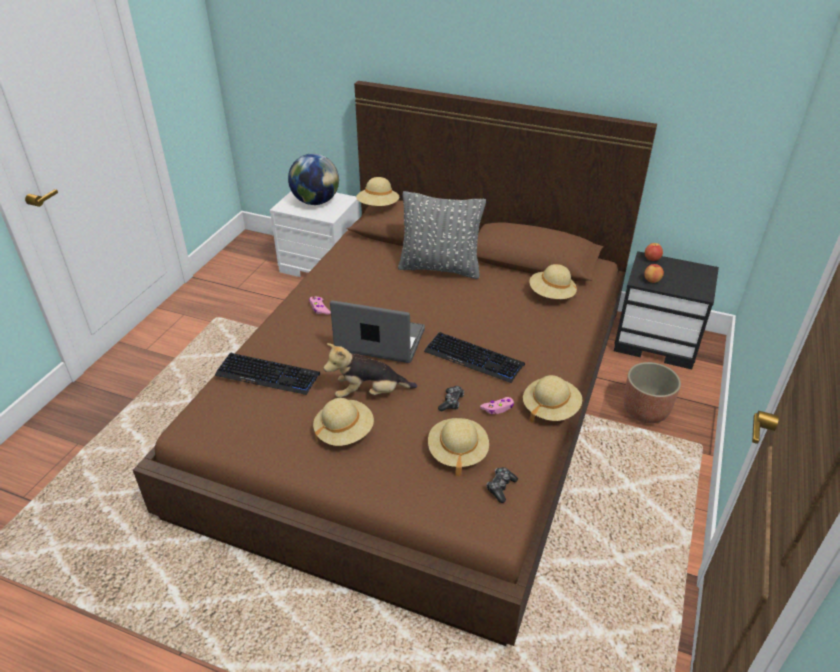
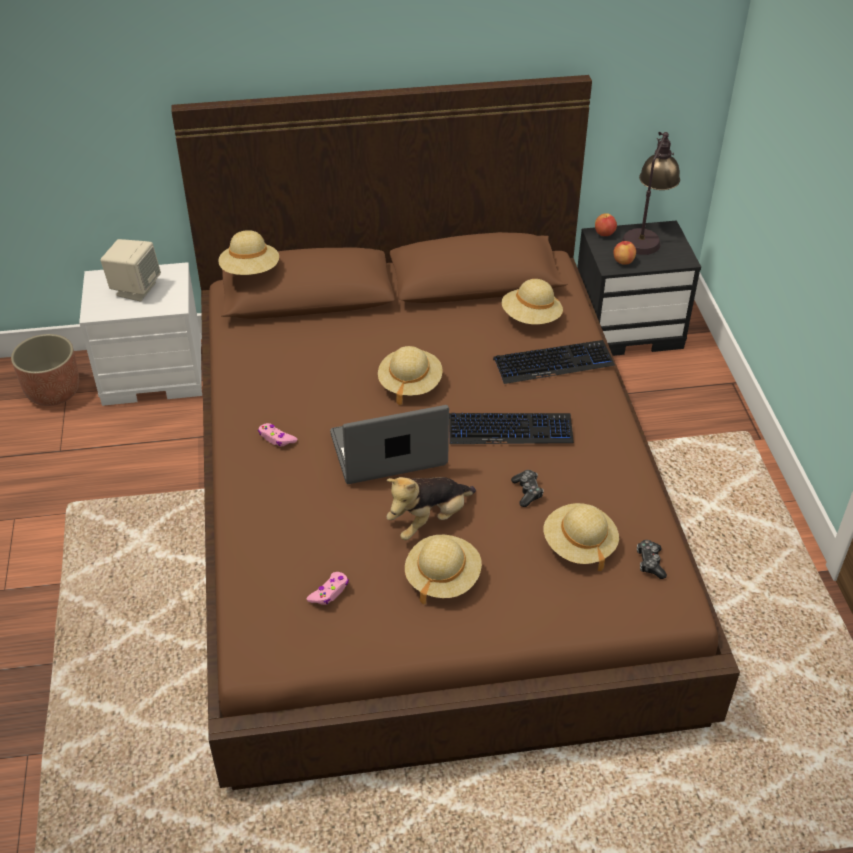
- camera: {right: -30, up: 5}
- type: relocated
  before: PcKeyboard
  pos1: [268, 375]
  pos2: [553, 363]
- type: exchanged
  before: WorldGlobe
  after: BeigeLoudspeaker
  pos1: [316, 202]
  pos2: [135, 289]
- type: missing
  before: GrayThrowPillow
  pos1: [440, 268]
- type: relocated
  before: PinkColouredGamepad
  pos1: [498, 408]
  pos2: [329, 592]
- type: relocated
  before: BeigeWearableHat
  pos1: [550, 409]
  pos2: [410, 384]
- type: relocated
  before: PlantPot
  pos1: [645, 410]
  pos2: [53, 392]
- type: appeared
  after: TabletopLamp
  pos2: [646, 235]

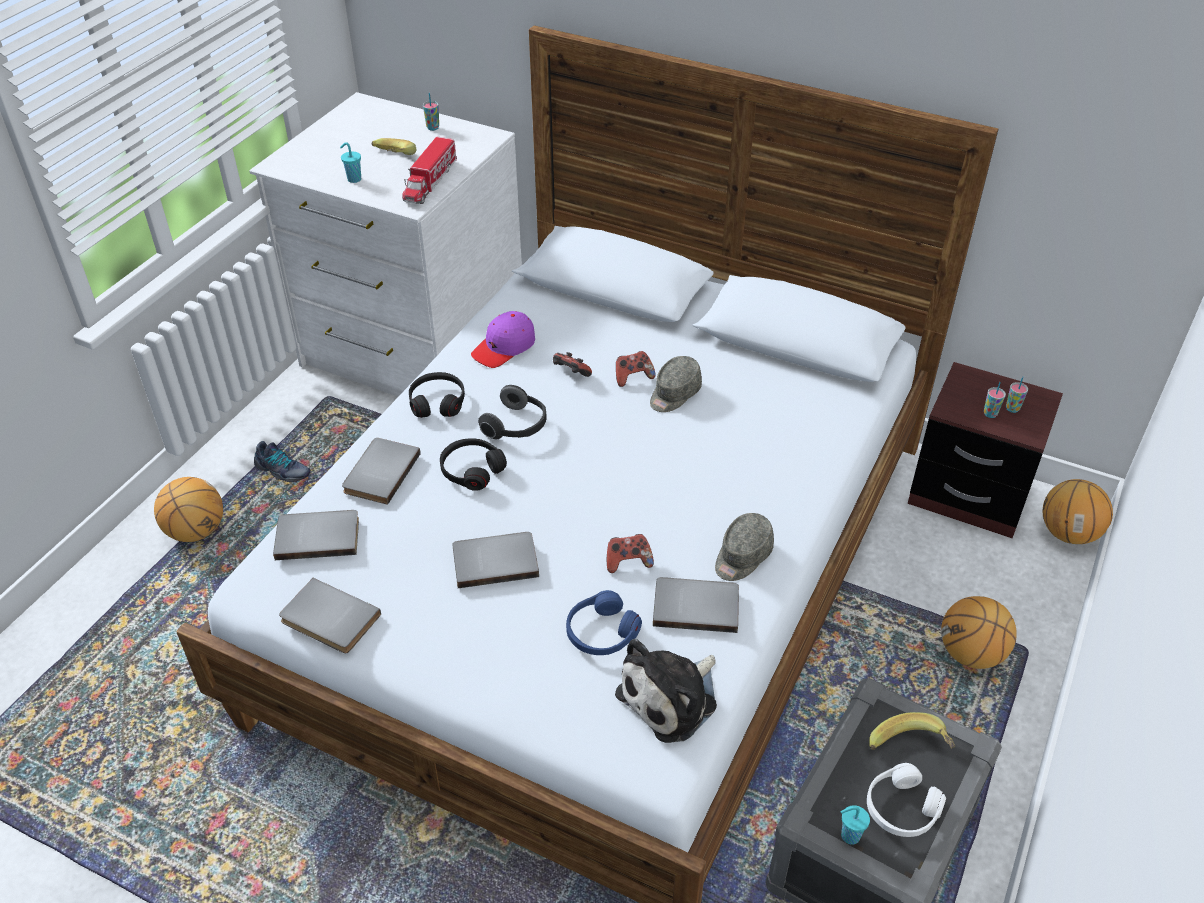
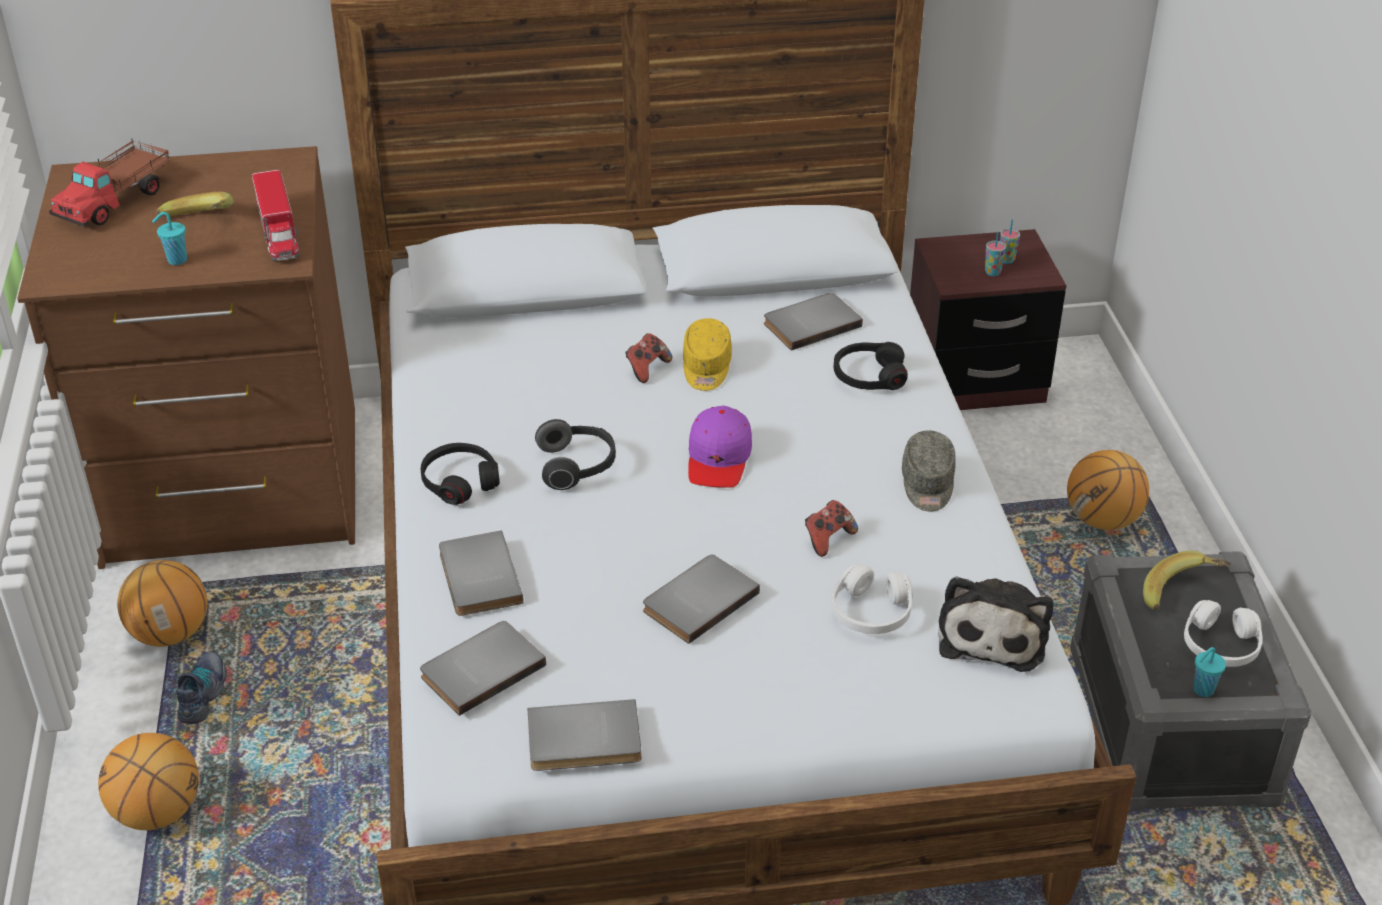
- camera: {right: -35, up: -5}
- type: colour
  before: WhiteDresser
  after: BrownDresser
  pos1: [412, 348]
  pos2: [233, 488]
- type: spun
  before: Shoe
  pos1: [282, 471]
  pos2: [203, 694]
  turn: -75
- type: missing
  before: Cup
  pos1: [433, 128]
- type: relocated
  before: BlackHeadset
  pos1: [471, 470]
  pos2: [869, 376]
- type: relocated
  before: PurplishBaseballCap
  pos1: [504, 347]
  pos2: [719, 458]
- type: missing
  before: Gamepad
  pos1: [570, 374]
- type: colour
  before: BlueColouredHeadset
  after: WhiteHeadset
  pos1: [601, 632]
  pos2: [871, 612]
- type: colour
  before: GrayBaseballCap
  after: YellowishBaseballCap
  pos1: [674, 394]
  pos2: [706, 368]
- type: relocated
  before: GrayBoundBook
  pos1: [696, 605]
  pos2: [810, 323]
- type: relocated
  before: BallForBasketball
  pos1: [1068, 533]
  pos2: [170, 633]
- type: appeared
  after: ModelTruck
  pos2: [116, 200]

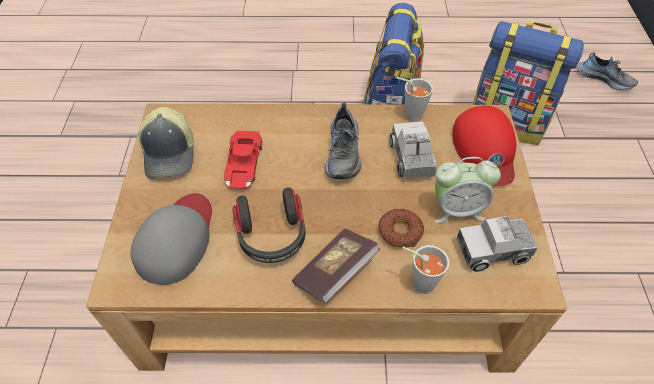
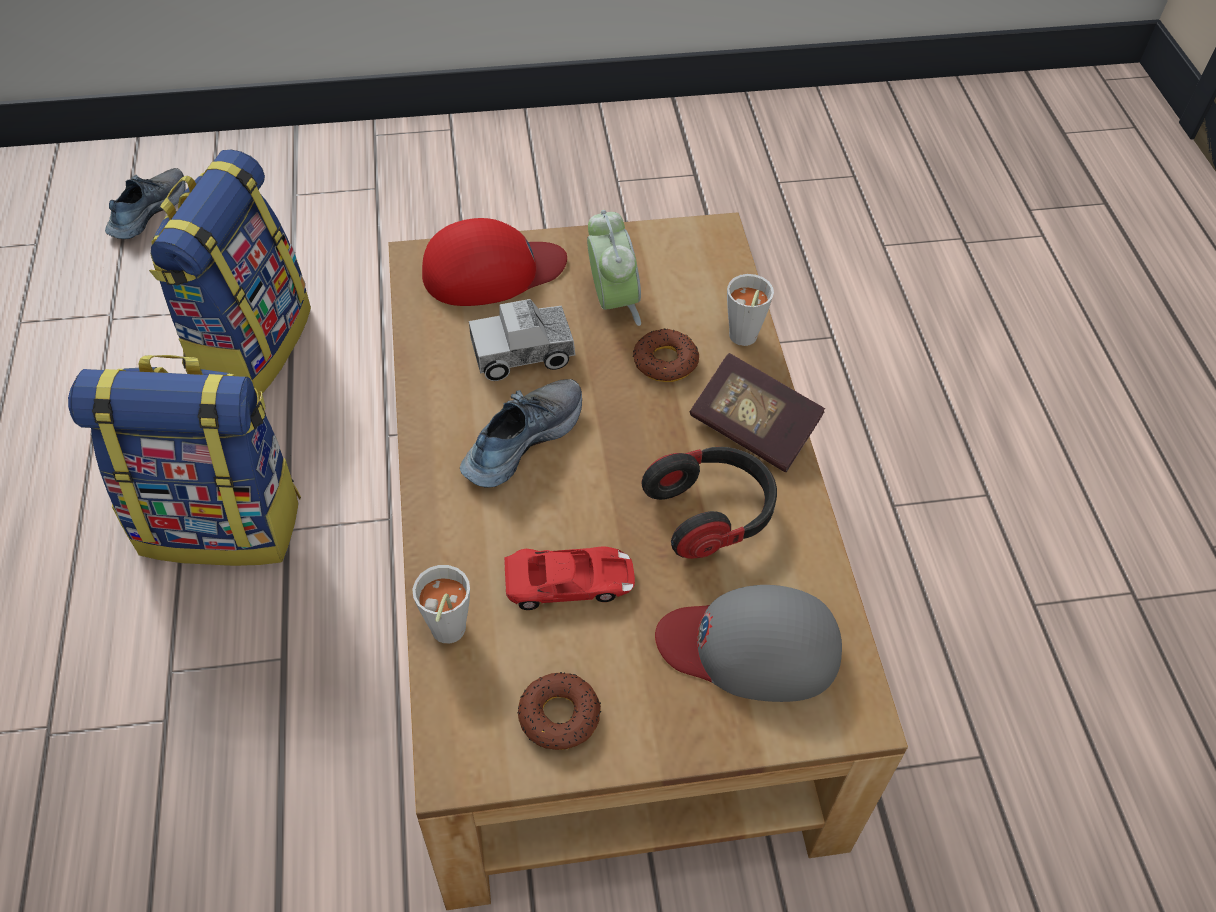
- camera: {right: -100, up: 0}
- type: exchanged
  before: BaseballCap
  after: Donut
  pos1: [170, 153]
  pos2: [559, 715]
- type: spun
  before: Shoe
  pos1: [344, 152]
  pos2: [521, 439]
  turn: -45
- type: relocated
  before: GrayCup
  pos1: [409, 115]
  pos2: [446, 635]
- type: missing
  before: ModelTruck
  pos1: [492, 250]

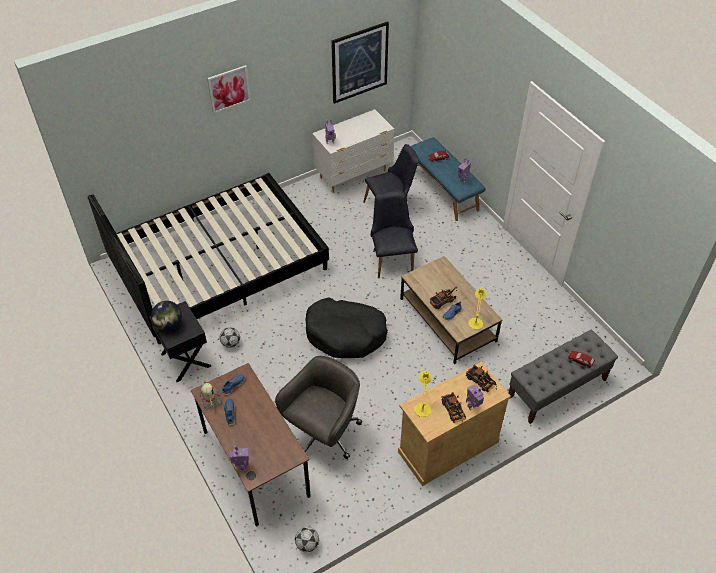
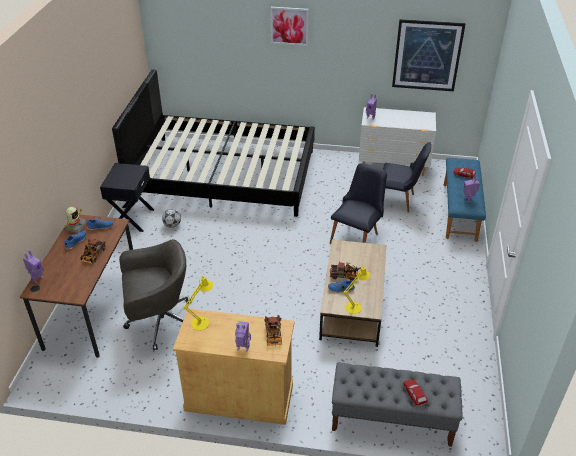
- camera: {right: 40, up: -10}
- type: missing
  before: WorldGlobe
  pos1: [169, 325]
- type: missing
  before: BallForFootball
  pos1: [307, 544]
- type: missing
  before: BlackPetBed
  pos1: [345, 334]
- type: relocated
  before: ModelTruck
  pos1: [453, 412]
  pos2: [93, 256]

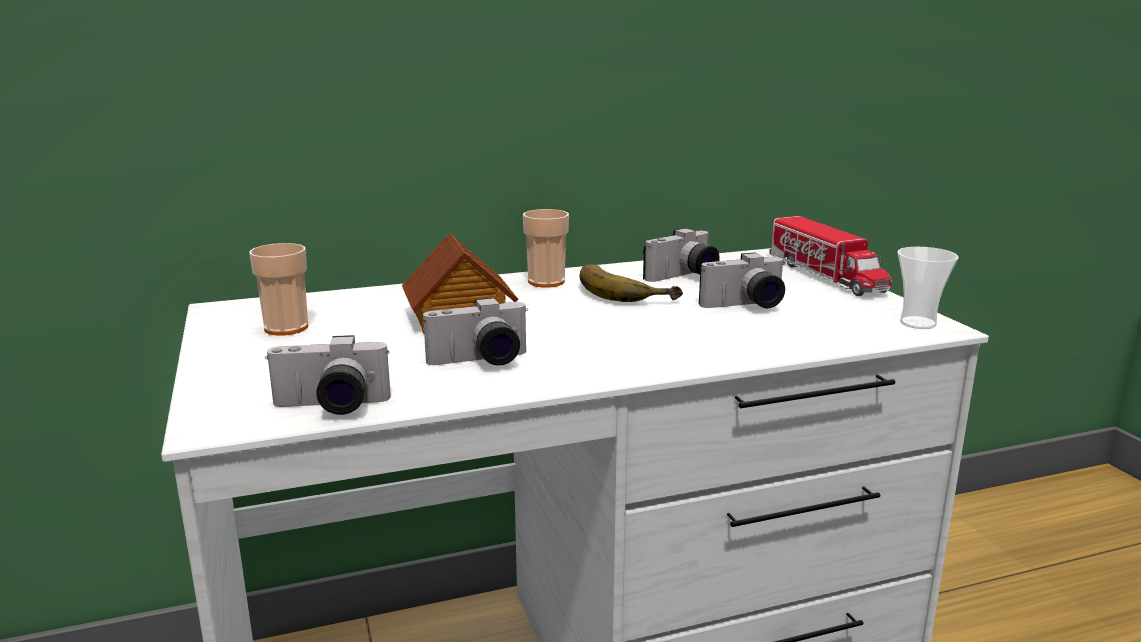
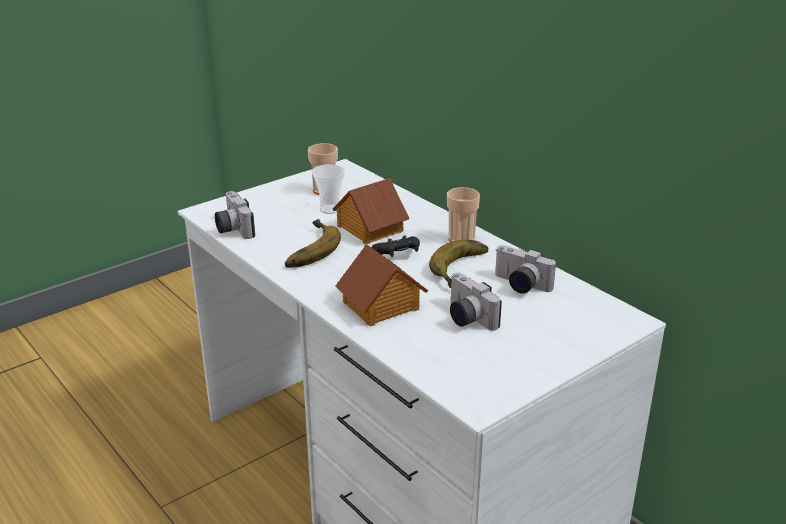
- camera: {right: 70, up: 10}
- type: exchanged
  before: PhotoCamera
  after: Banana
  pos1: [480, 361]
  pos2: [306, 249]
- type: missing
  before: ModelTruck
  pos1: [826, 275]
- type: relocated
  before: Cup
  pos1: [918, 323]
  pos2: [329, 209]
- type: appeared
  after: ToyHouse
  pos2: [381, 305]
- type: appeared
  after: BlackGamepad
  pos2: [397, 255]

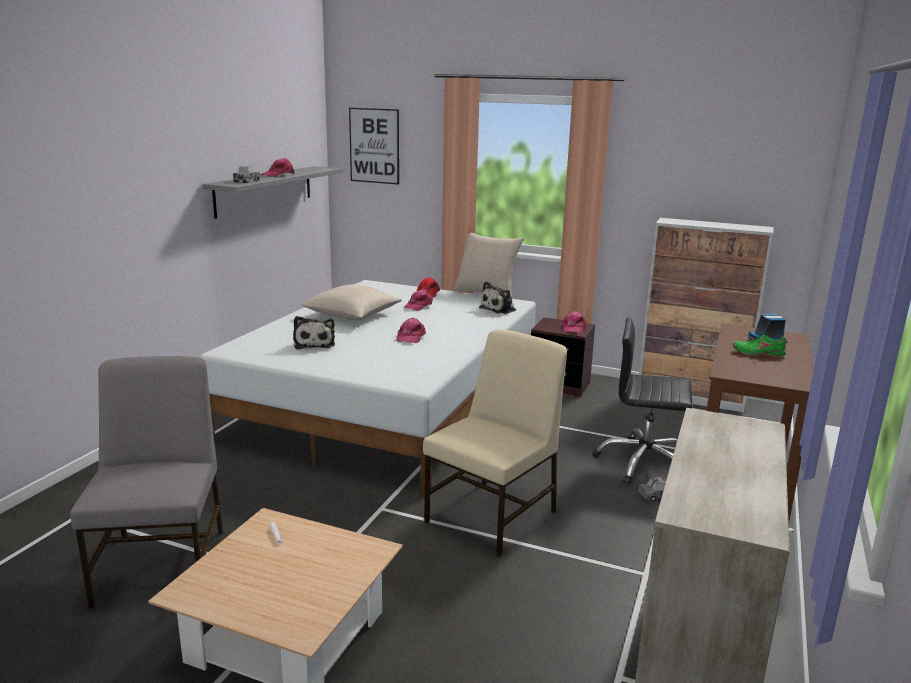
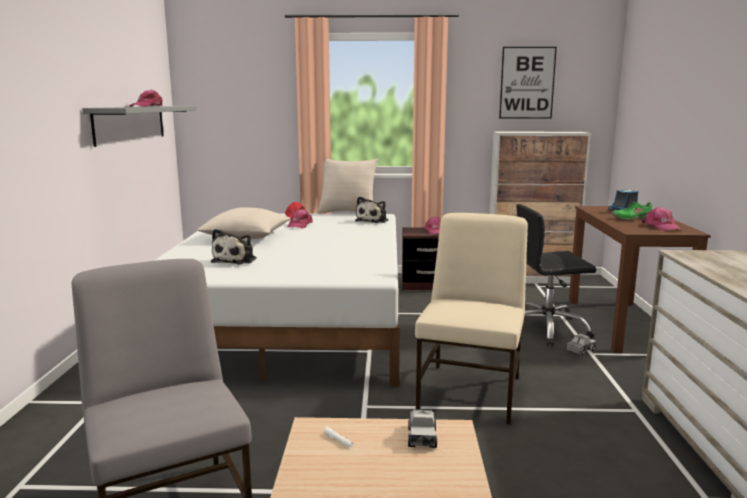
- camera: {right: -20, up: -5}
- type: relocated
  before: ModelTruck
  pos1: [247, 181]
  pos2: [422, 437]
- type: spun
  before: SoftToy
  pos1: [314, 344]
  pos2: [236, 260]
  turn: 45
- type: relocated
  before: WallArt
  pos1: [374, 146]
  pos2: [527, 83]
- type: relocated
  before: PinkColouredBaseballCap
  pos1: [410, 337]
  pos2: [661, 226]

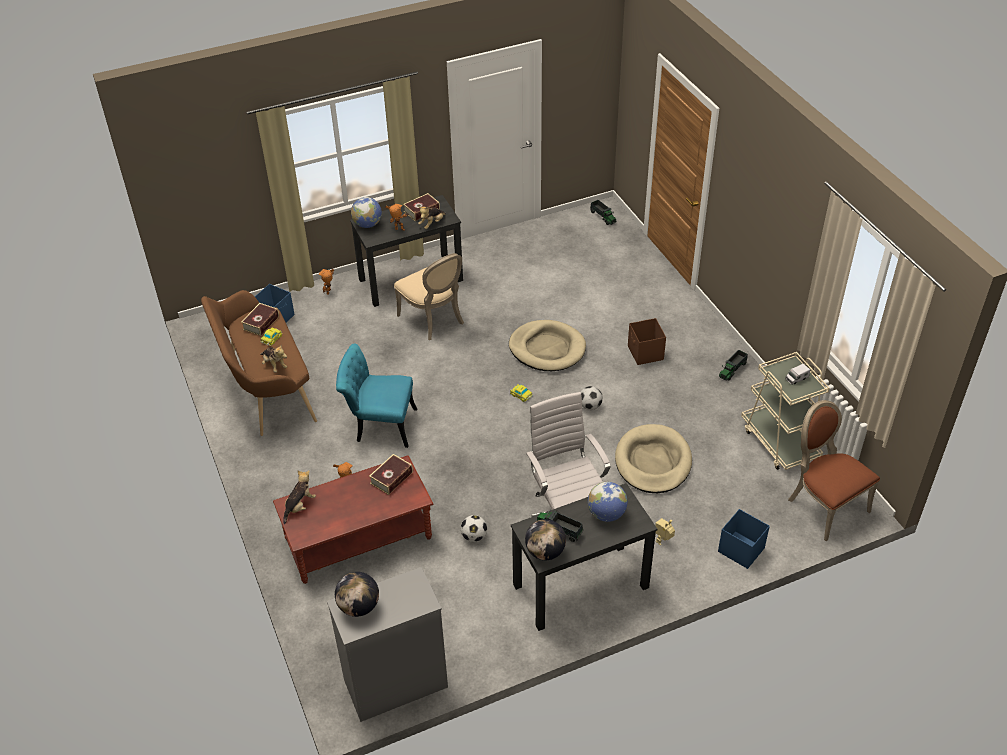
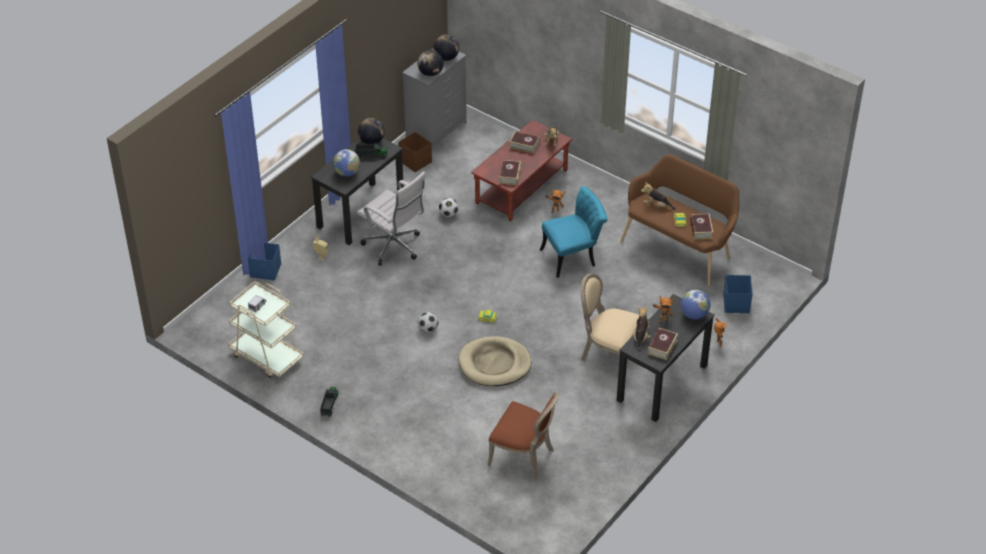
- camera: {right: 150, up: 0}
- type: missing
  before: ModelTruck
  pos1: [603, 217]
- type: missing
  before: BeigePetBed
  pos1: [653, 462]
- type: relocated
  before: BrownStorageContainer
  pos1: [645, 353]
  pos2: [415, 161]
- type: relocated
  before: BrownChair
  pos1: [824, 505]
  pos2: [524, 456]
- type: appeared
  after: WorldGlobe
  pos2: [430, 73]
- type: appeared
  after: BoundBook
  pos2: [524, 145]

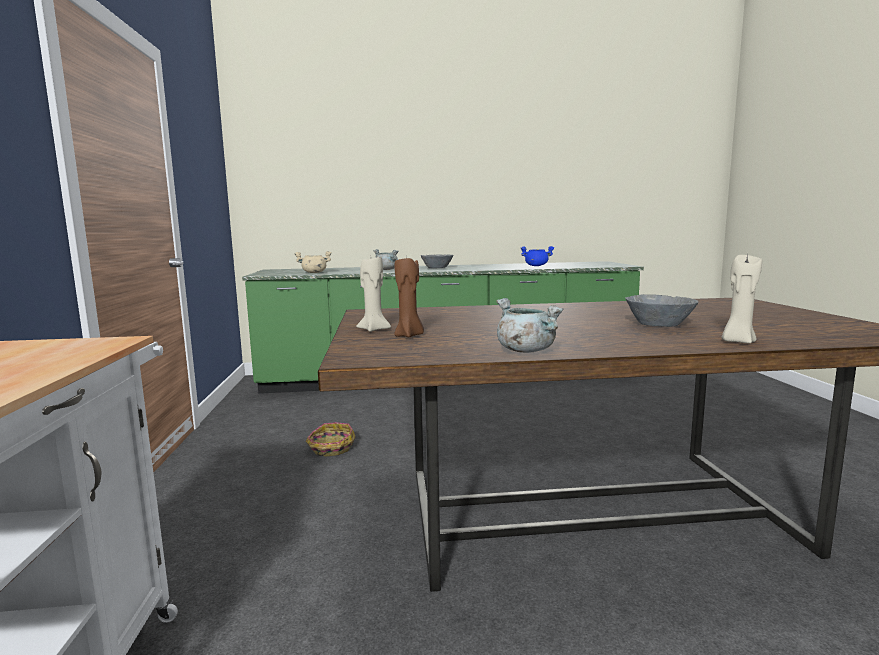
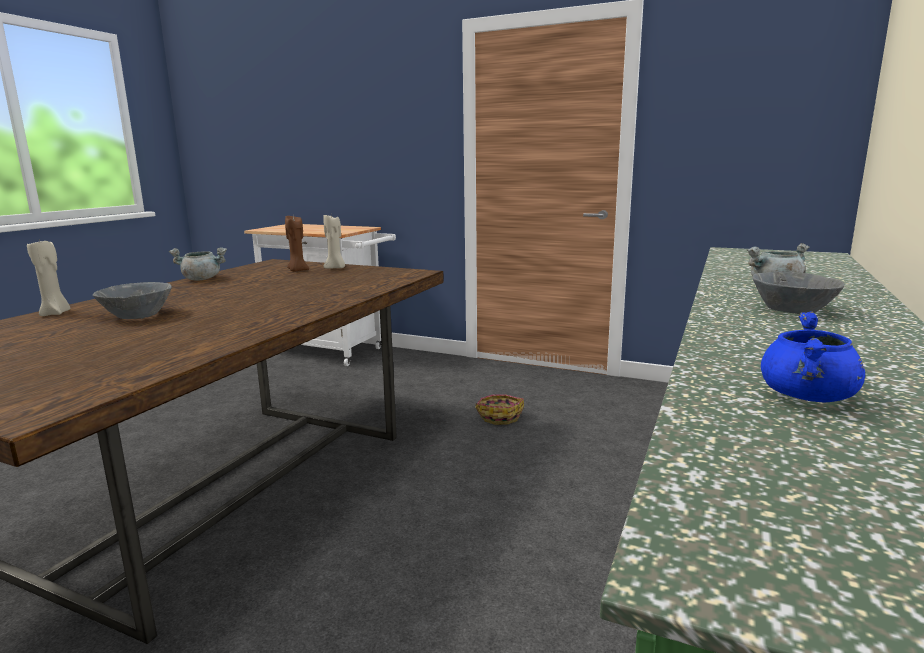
- camera: {right: 120, up: 5}
- type: missing
  before: BeigeSaucepot
  pos1: [314, 273]

